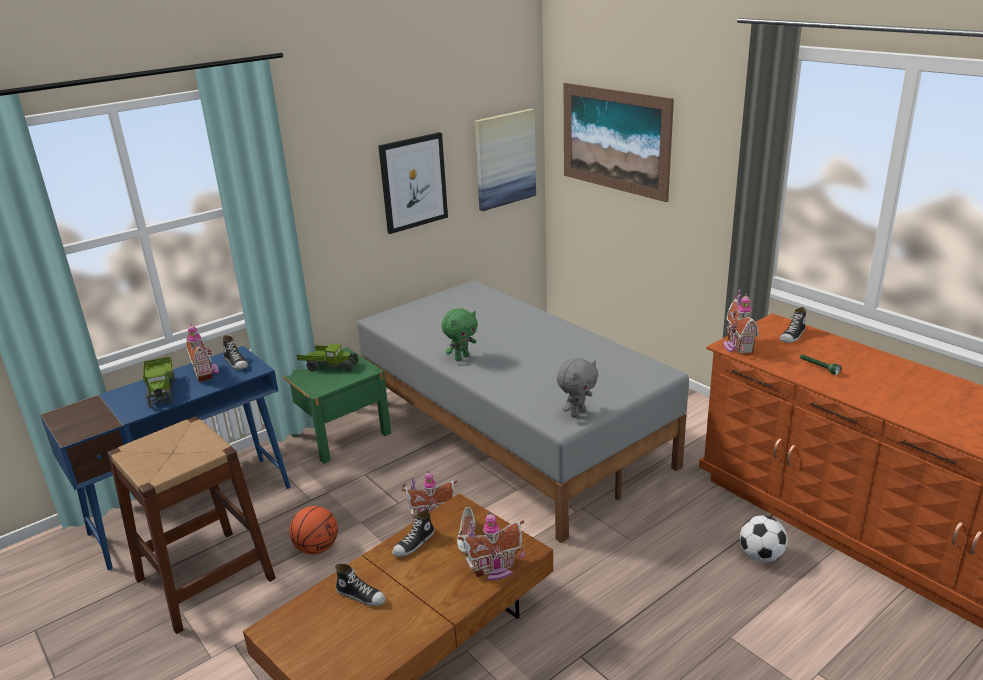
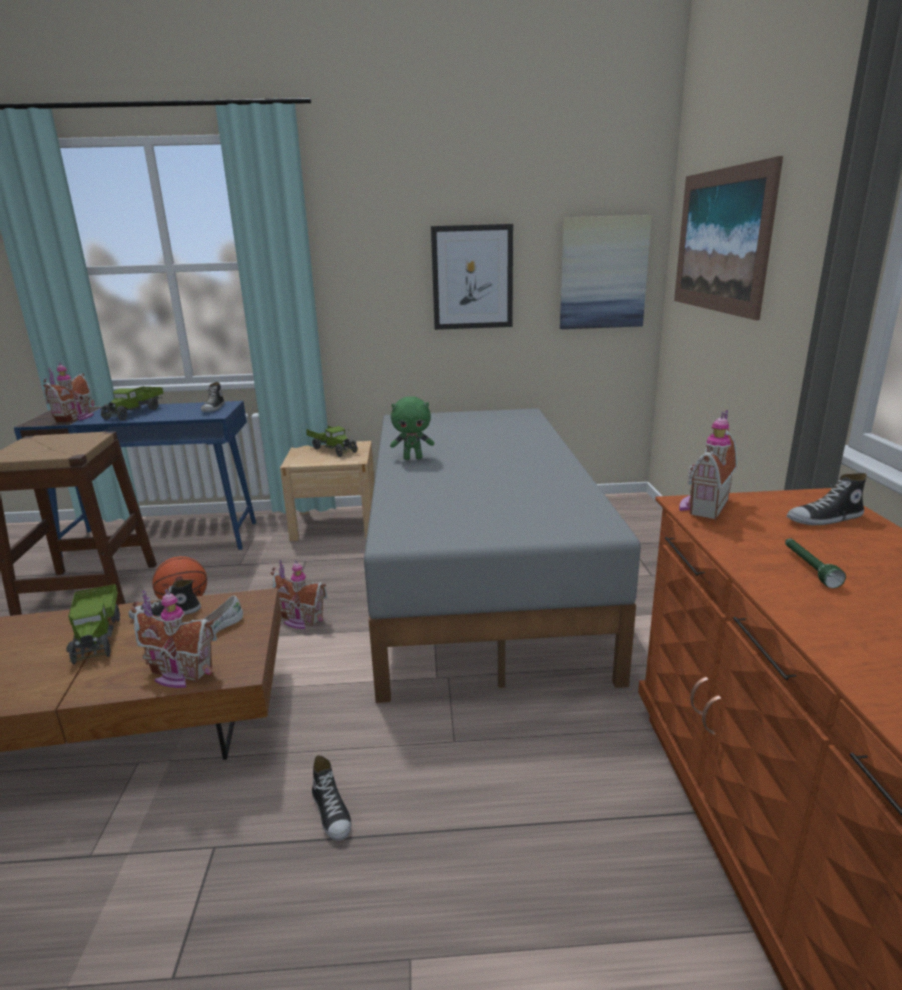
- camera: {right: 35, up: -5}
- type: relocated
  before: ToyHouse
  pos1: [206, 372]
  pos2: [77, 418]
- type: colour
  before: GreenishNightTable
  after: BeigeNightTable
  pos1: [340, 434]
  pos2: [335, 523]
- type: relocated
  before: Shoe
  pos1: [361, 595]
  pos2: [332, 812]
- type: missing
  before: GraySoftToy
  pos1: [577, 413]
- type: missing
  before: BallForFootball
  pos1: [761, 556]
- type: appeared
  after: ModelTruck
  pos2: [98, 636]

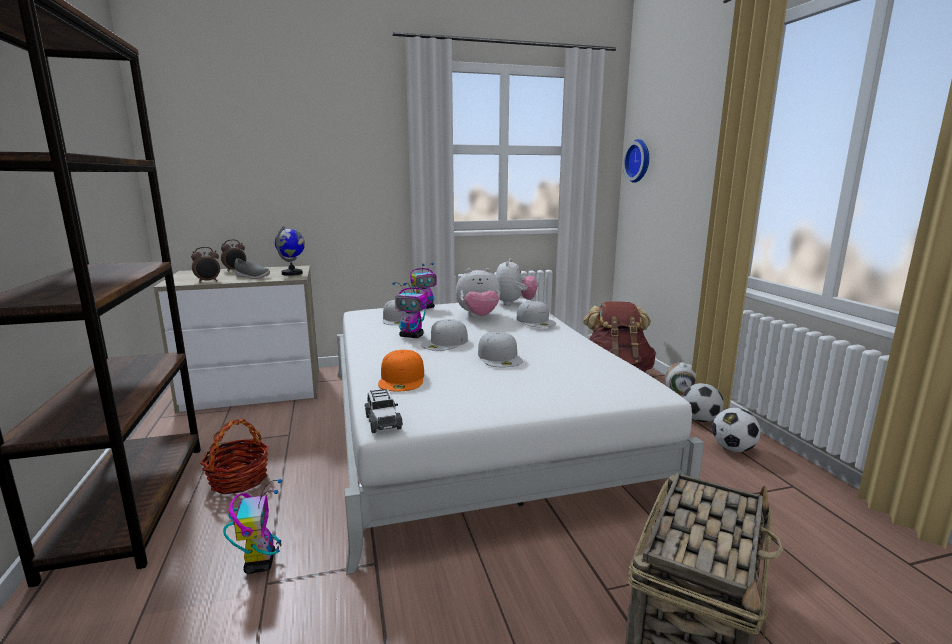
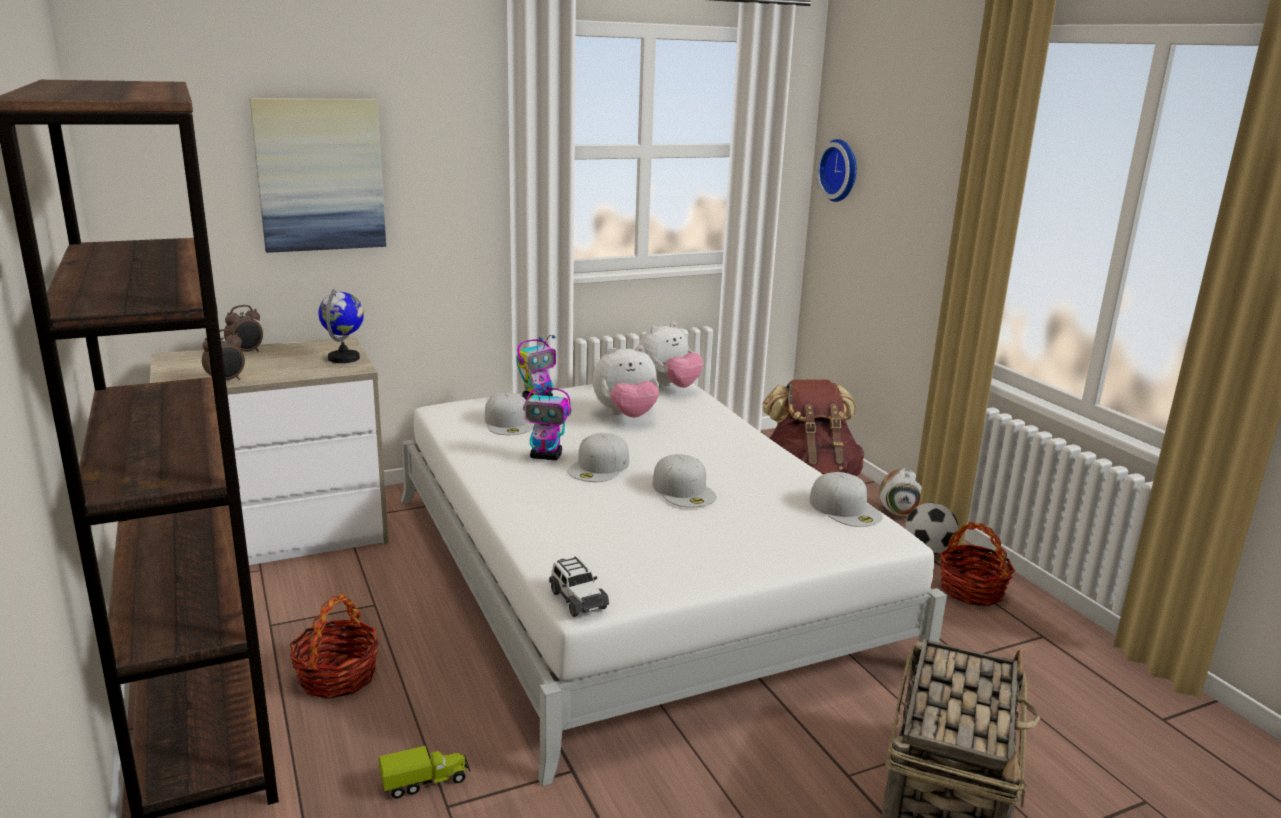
- camera: {right: -10, up: 5}
- type: exchanged
  before: RobotFigure
  after: ModelTruck
  pos1: [260, 562]
  pos2: [426, 782]
- type: missing
  before: GrayShoe
  pos1: [252, 277]
- type: missing
  before: OrangeyBaseballCap
  pos1: [402, 379]
- type: spun
  before: SoftToy
  pos1: [514, 303]
  pos2: [667, 388]
  turn: 45
- type: relocated
  before: WhiteBaseballCap
  pos1: [536, 321]
  pos2: [846, 509]
- type: exchanged
  before: BallForFootball
  after: StorageBasket
  pos1: [733, 449]
  pos2: [971, 590]
- type: appeared
  after: WallArt
  pos2: [320, 175]

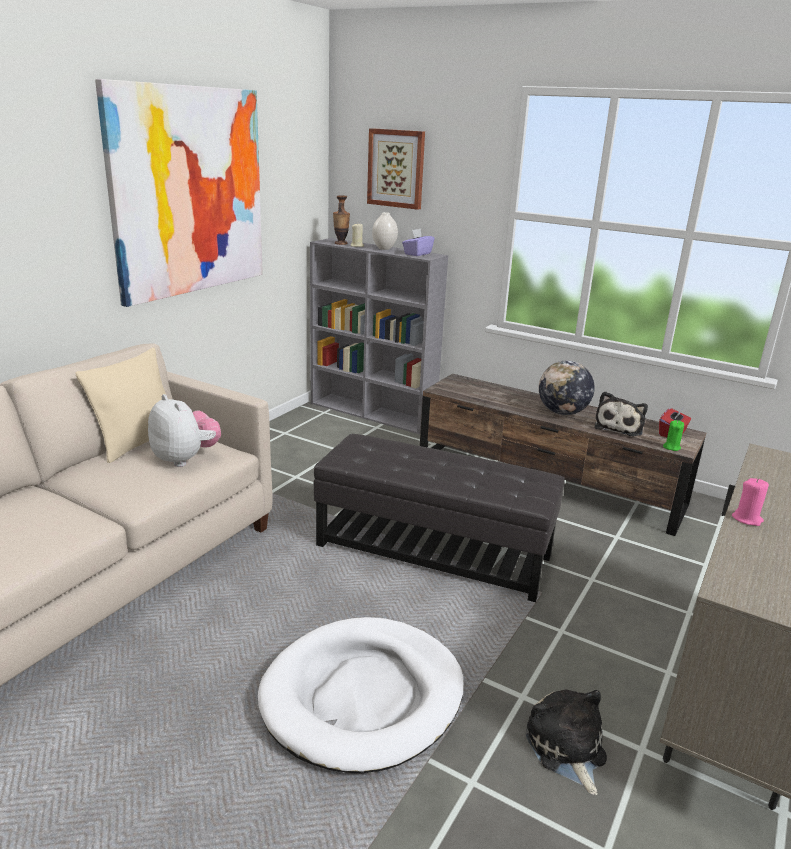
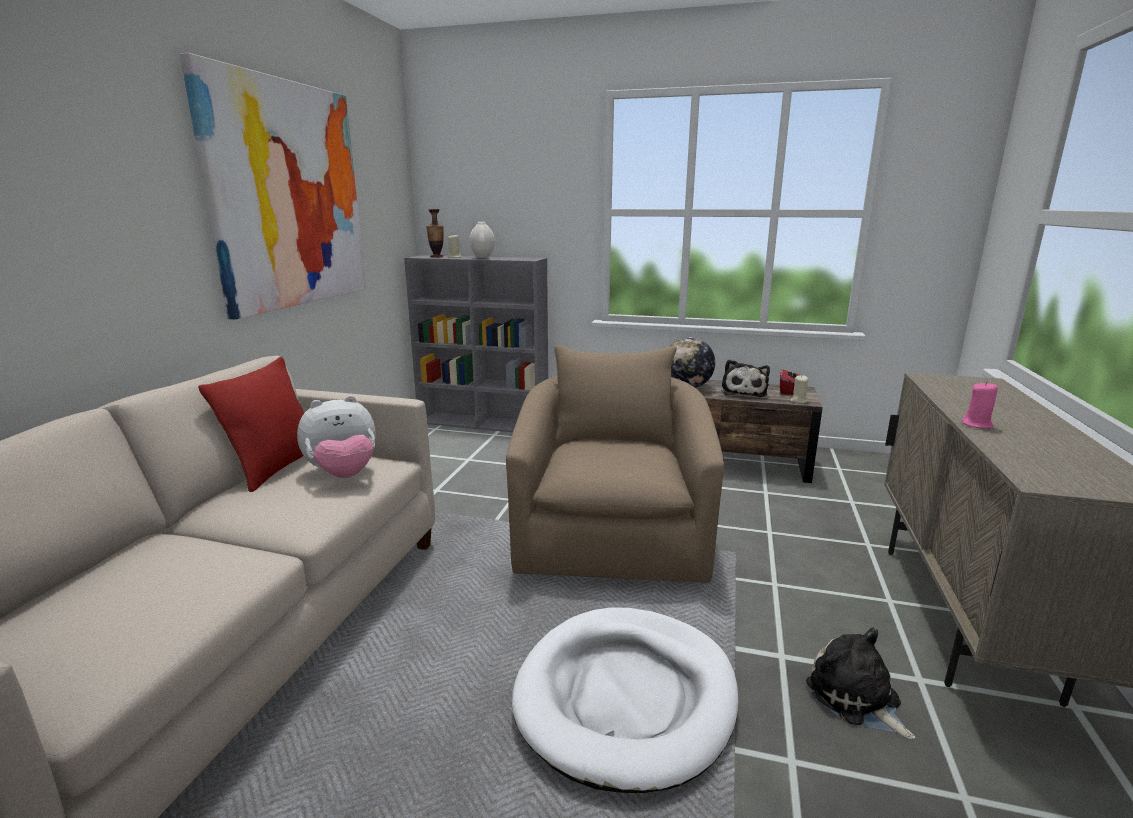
- camera: {right: -15, up: -5}
- type: colour
  before: BeigeThrowPillow
  after: RedColouredThrowPillow
  pos1: [138, 443]
  pos2: [277, 467]
- type: spun
  before: SoftToy
  pos1: [185, 459]
  pos2: [343, 475]
  turn: 120
- type: exchanged
  before: BlackPouffe
  after: BeigeEasyChair
  pos1: [433, 551]
  pos2: [612, 534]
- type: missing
  before: WallArt
  pos1: [396, 168]
- type: missing
  before: PurplishBoxOfTissues
  pos1: [417, 254]
- type: colour
  before: GreenishWaxCandle
  after: BeigeWaxCandle
  pos1: [671, 447]
  pos2: [798, 401]

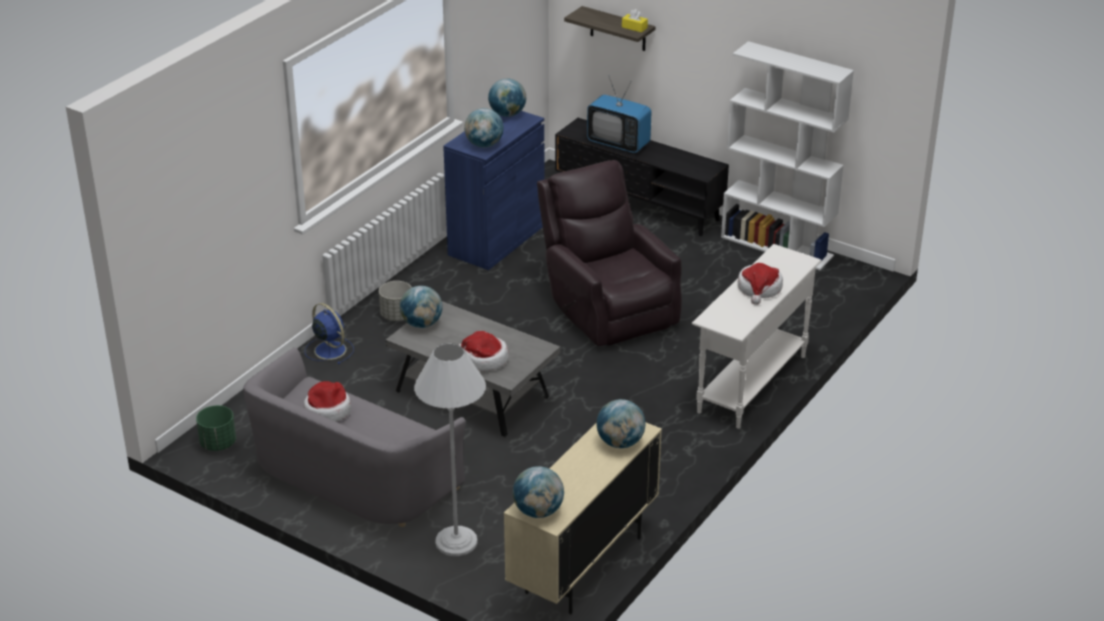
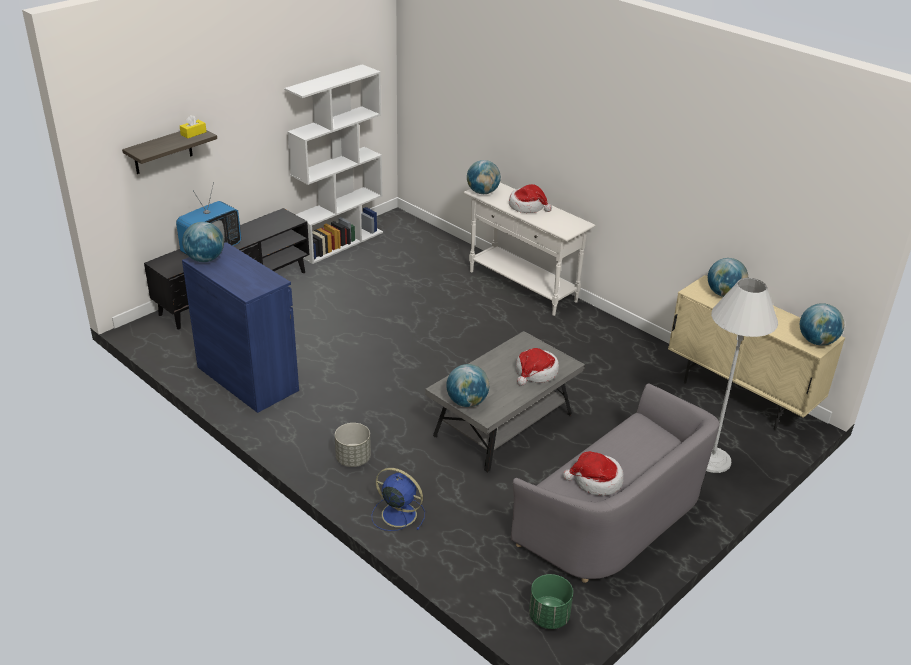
- camera: {right: -80, up: 0}
- type: spun
  before: BlueColouredFan
  pos1: [329, 349]
  pos2: [397, 514]
  turn: 60
- type: relocated
  before: WorldGlobe
  pos1: [484, 145]
  pos2: [482, 192]
- type: missing
  before: BrownEasyChair
  pos1: [607, 307]

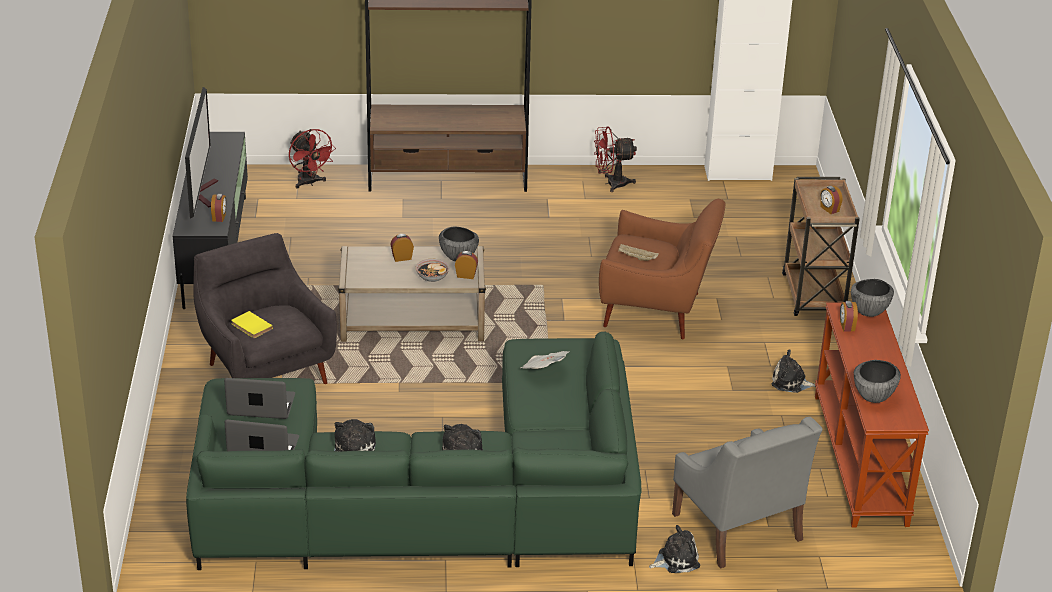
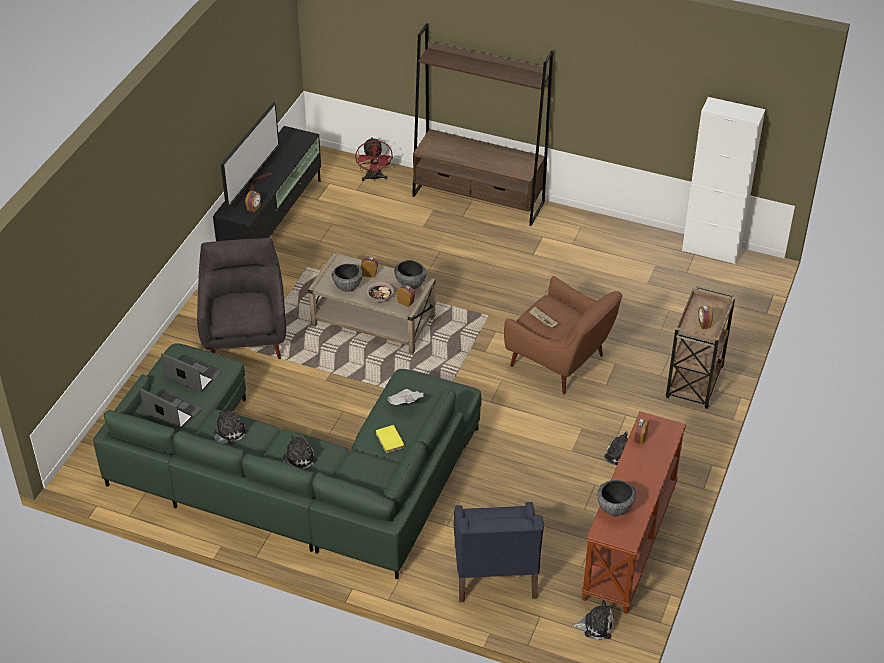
- camera: {right: 25, up: 10}
- type: relocated
  before: YellowishBoundBook
  pos1: [250, 327]
  pos2: [389, 440]
- type: missing
  before: RedColouredFan
  pos1: [611, 184]
- type: relocated
  before: SoftToy
  pos1: [676, 559]
  pos2: [596, 625]
- type: colour
  before: GrayEasyChair
  after: BlueColouredEasyChair
  pos1: [737, 528]
  pos2: [495, 572]
- type: relocated
  before: Bowl
  pos1: [869, 311]
  pos2: [347, 287]

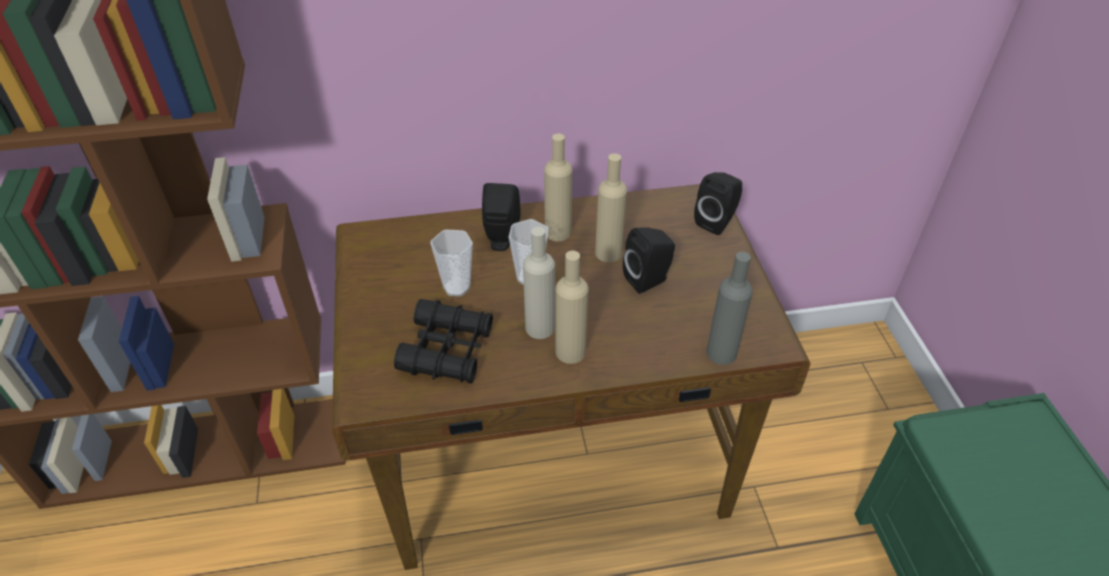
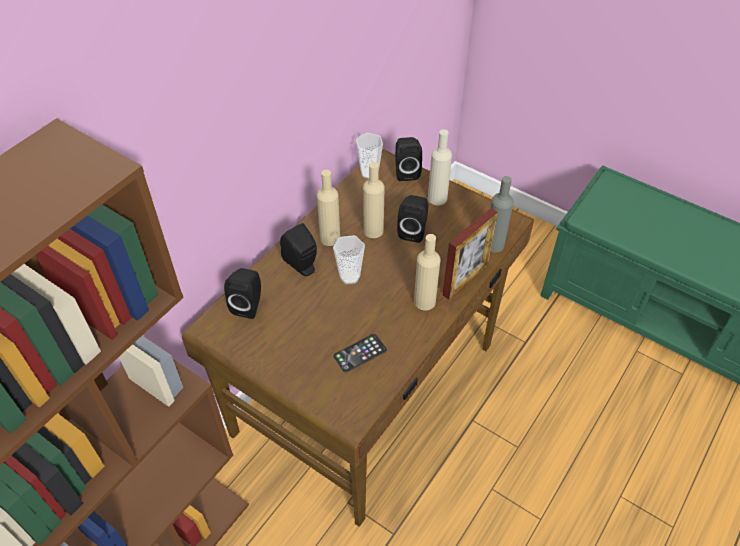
- camera: {right: -45, up: 5}
- type: exchanged
  before: BlackBinoculars
  after: Handset
  pos1: [447, 350]
  pos2: [360, 353]
- type: relocated
  before: Cup
  pos1: [456, 287]
  pos2: [369, 173]
- type: relocated
  before: BeigeBeverageBottle
  pos1: [540, 327]
  pos2: [437, 198]
- type: appeared
  after: BlackLoudspeaker
  pos2: [249, 305]
- type: appeared
  after: PhotoFrame
  pos2: [465, 280]

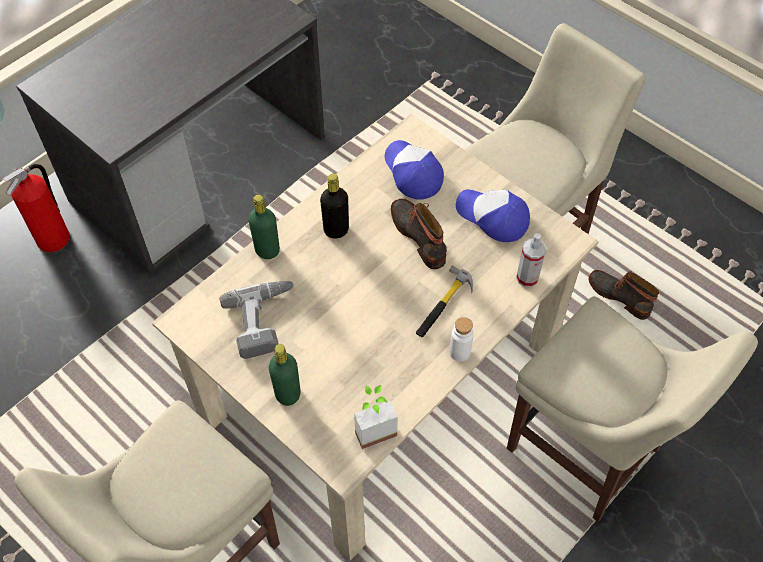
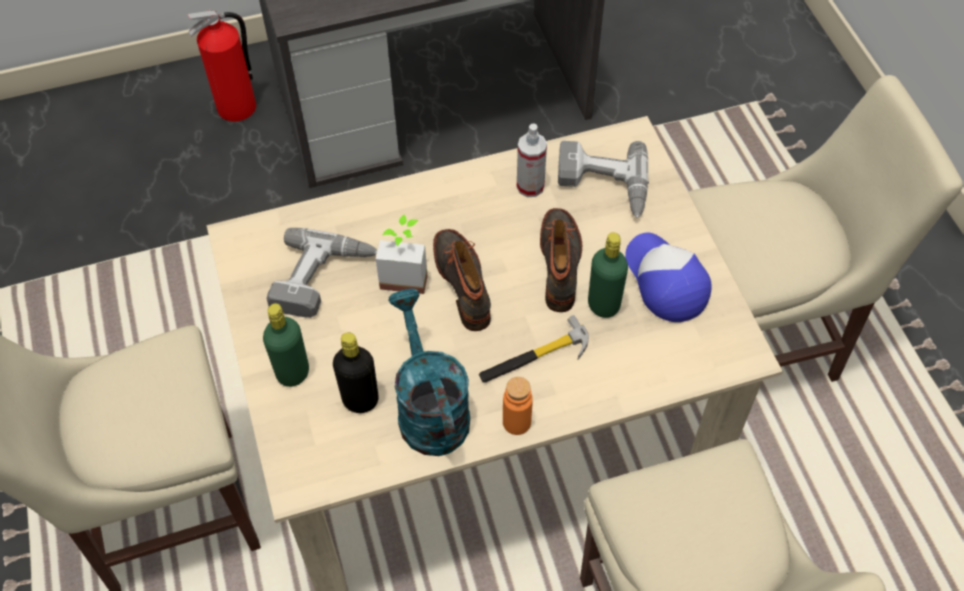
- camera: {right: 30, up: 0}
- type: relocated
  before: GreenishBeverageBottle
  pos1: [267, 250]
  pos2: [603, 305]
- type: relocated
  before: BlackBeverageBottle
  pos1: [336, 230]
  pos2: [360, 400]
- type: relocated
  before: Houseplant
  pos1: [373, 427]
  pos2: [405, 274]
- type: exchanged
  before: BaseballCap
  after: ElectricDrill
  pos1: [412, 173]
  pos2: [602, 186]
- type: colour
  before: WhiteBeverageBottle
  after: OrangeyBeverageBottle
  pos1: [459, 352]
  pos2: [516, 422]
- type: relocated
  before: SprayBottle
  pos1: [527, 278]
  pos2: [530, 186]
- type: relocated
  before: HighTopBoot
  pos1: [619, 296]
  pos2: [464, 283]
- type: appeared
  after: TurquoiseWateringPot
  pos2: [429, 408]

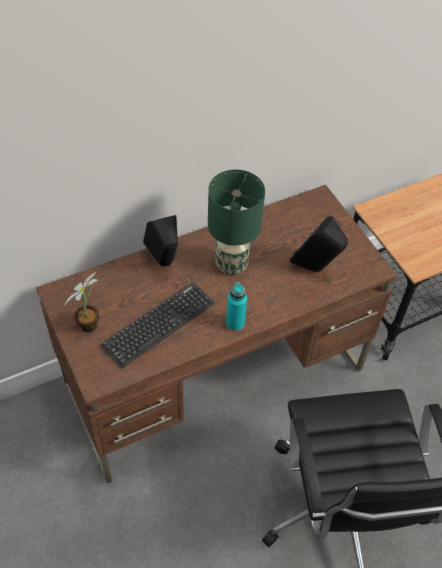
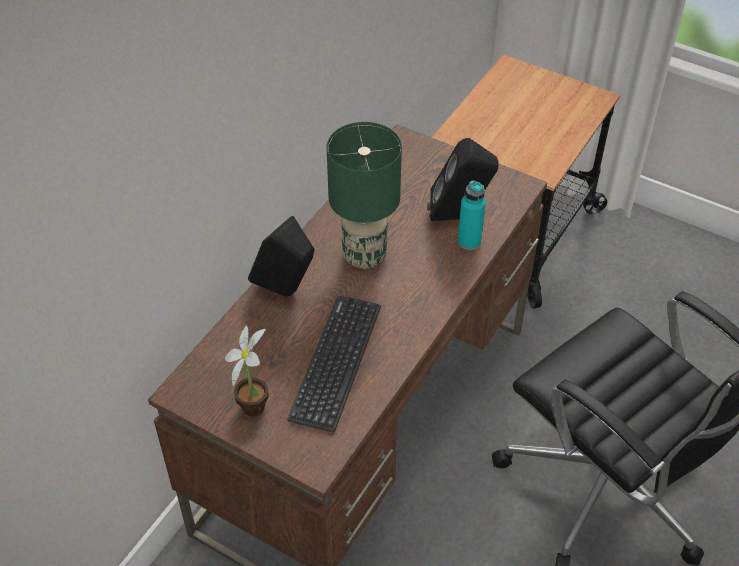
- camera: {right: -30, up: -5}
- type: relocated
  before: TurquoiseBeverageBottle
  pos1: [235, 323]
  pos2: [469, 242]

